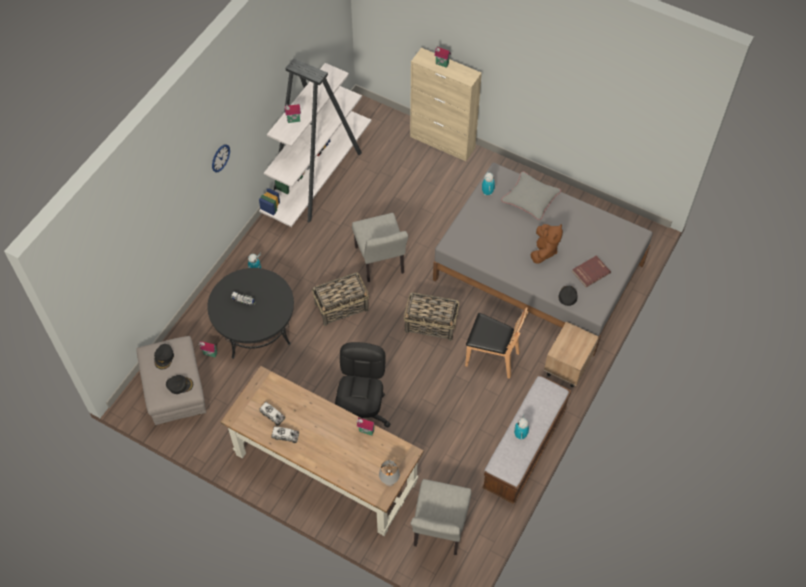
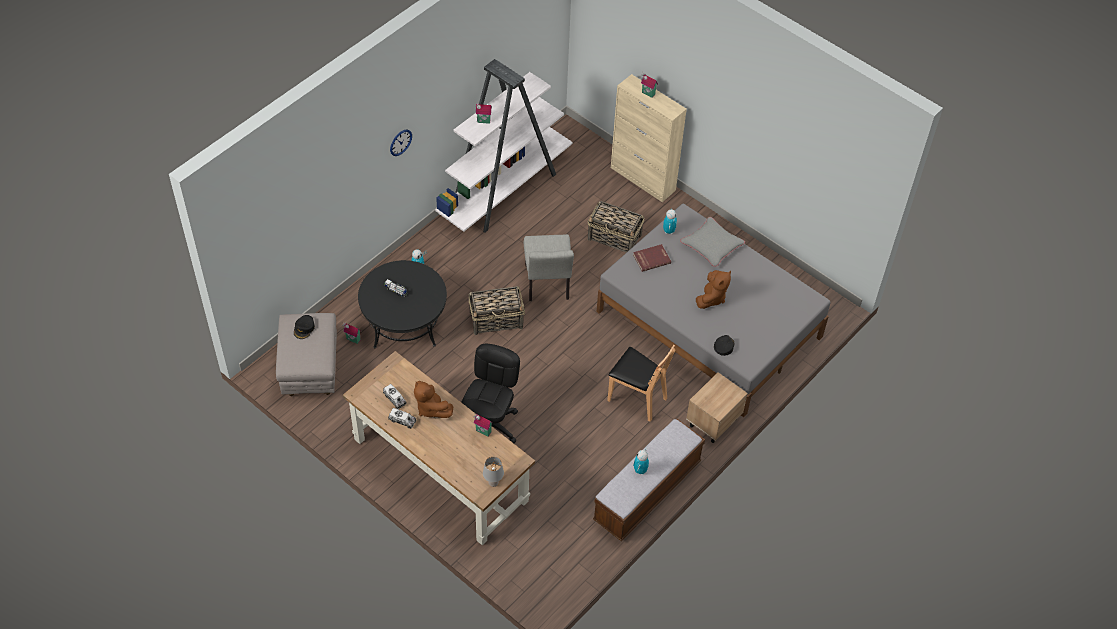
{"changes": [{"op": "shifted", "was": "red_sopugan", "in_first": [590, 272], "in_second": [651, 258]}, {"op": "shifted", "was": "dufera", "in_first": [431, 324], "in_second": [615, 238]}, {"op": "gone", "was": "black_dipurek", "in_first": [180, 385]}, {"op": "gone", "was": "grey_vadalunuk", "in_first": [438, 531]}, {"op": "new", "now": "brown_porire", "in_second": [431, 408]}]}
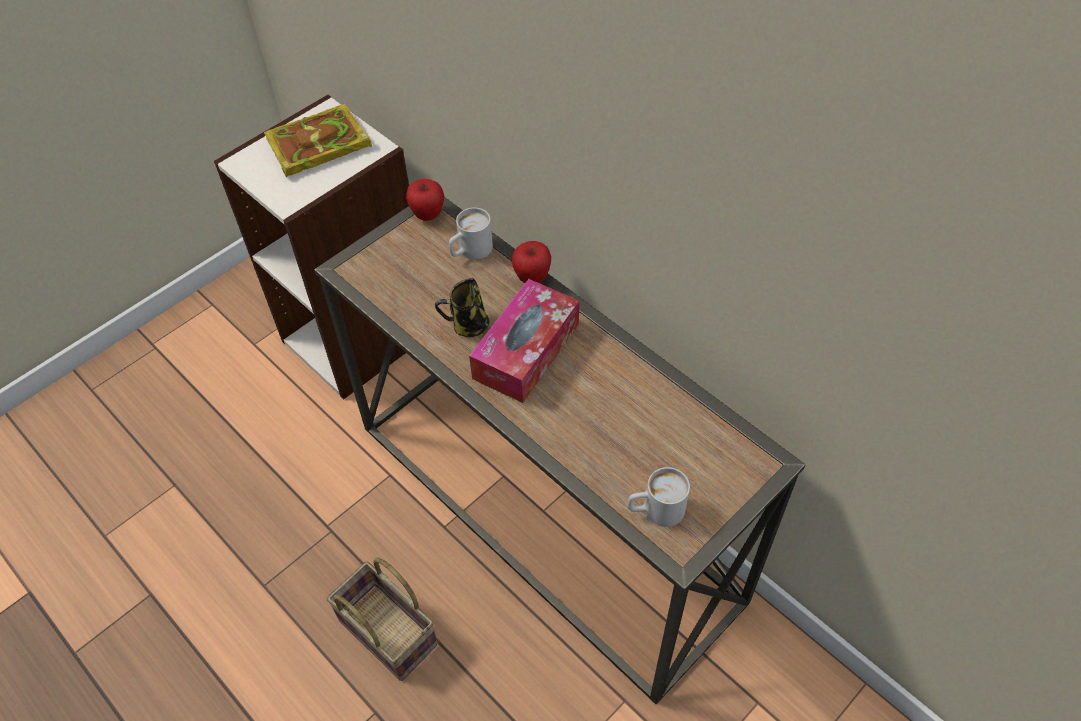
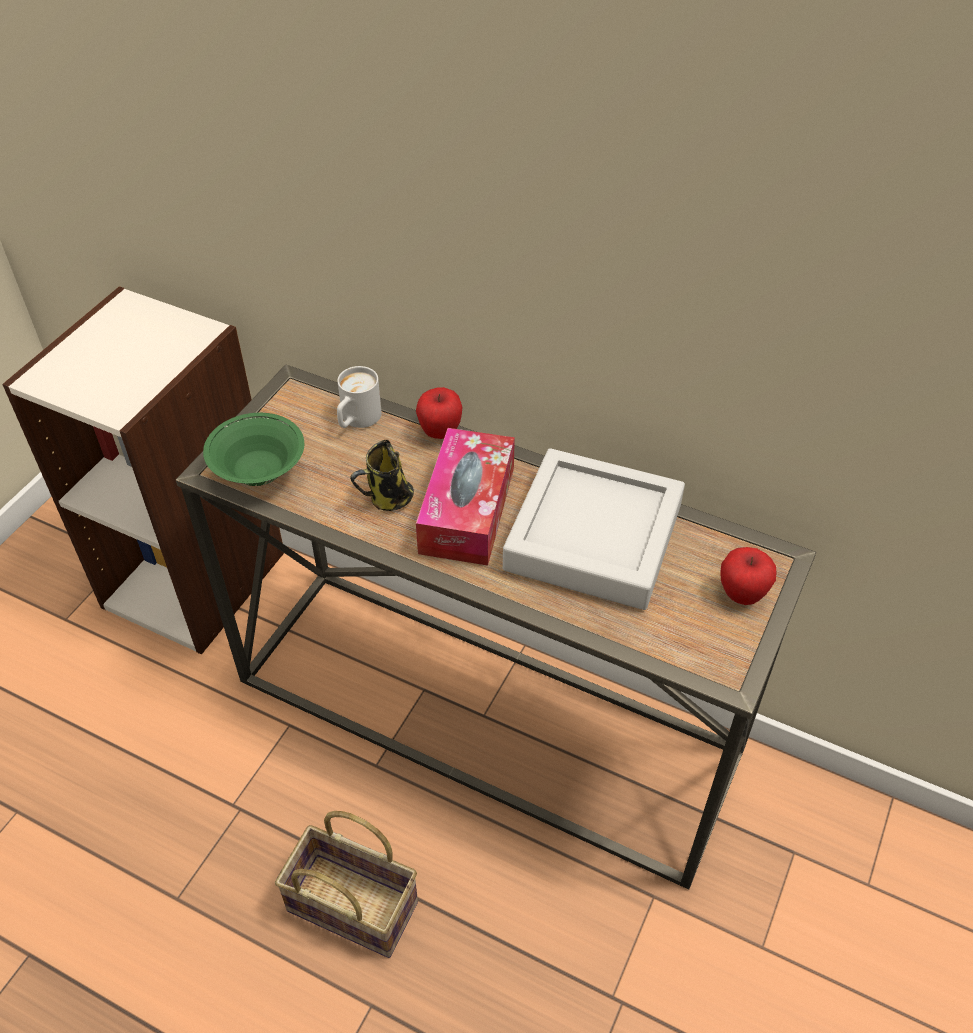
{"changes": [{"op": "gone", "was": "sopugan", "in_first": [316, 146]}, {"op": "shifted", "was": "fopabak", "in_first": [428, 215], "in_second": [742, 594]}, {"op": "gone", "was": "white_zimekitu", "in_first": [655, 510]}, {"op": "new", "now": "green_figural", "in_second": [259, 473]}, {"op": "new", "now": "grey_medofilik", "in_second": [593, 537]}]}
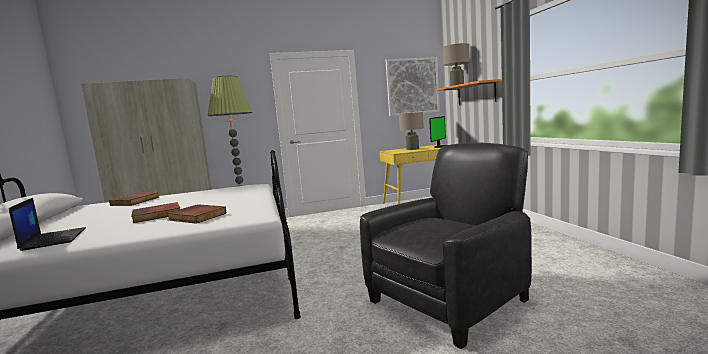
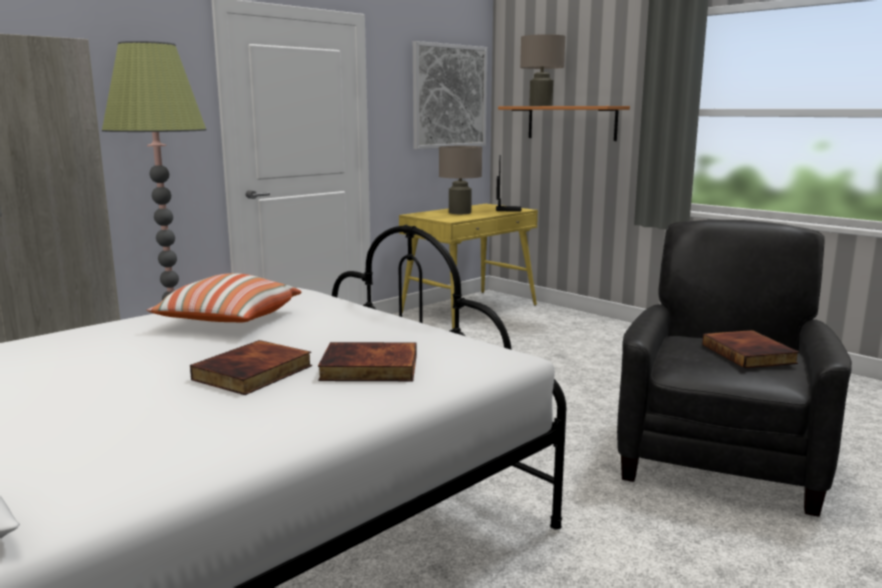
{"changes": [{"op": "shifted", "was": "sopugan", "in_first": [135, 201], "in_second": [750, 354]}, {"op": "gone", "was": "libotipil", "in_first": [54, 239]}, {"op": "new", "now": "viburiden", "in_second": [229, 321]}]}
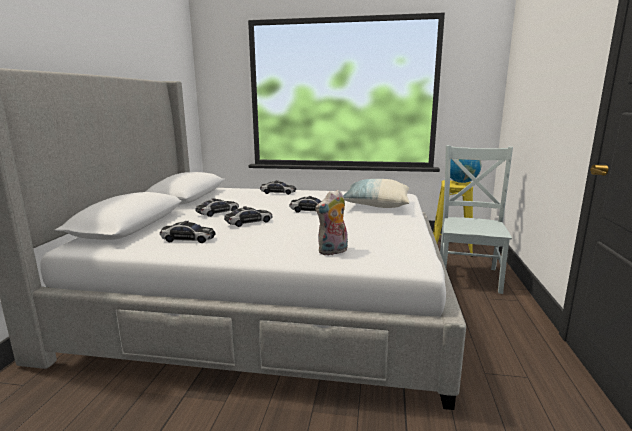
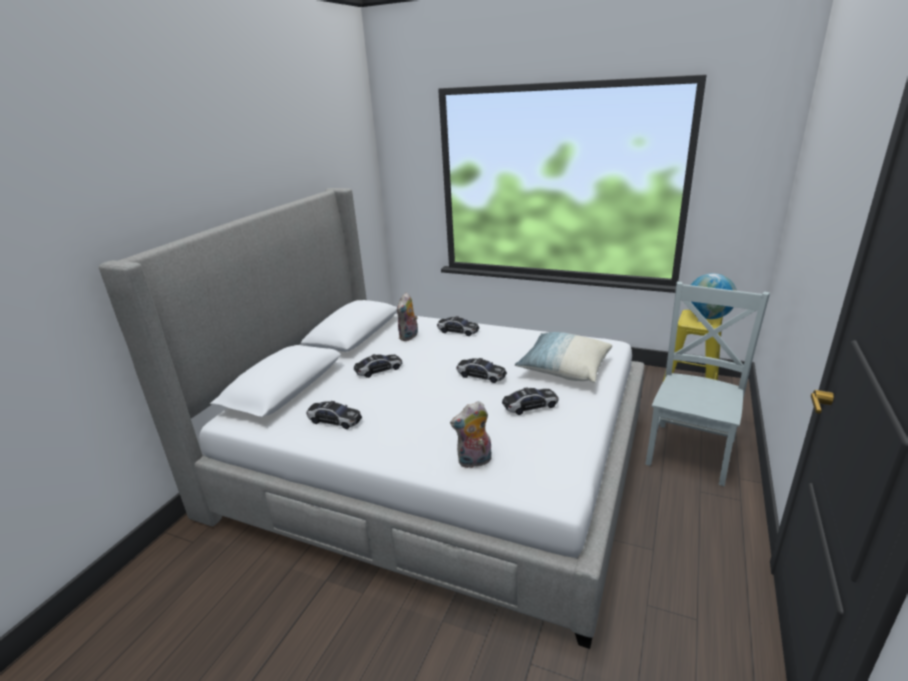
{"changes": [{"op": "shifted", "was": "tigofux", "in_first": [249, 222], "in_second": [530, 406]}, {"op": "new", "now": "porire", "in_second": [409, 337]}]}
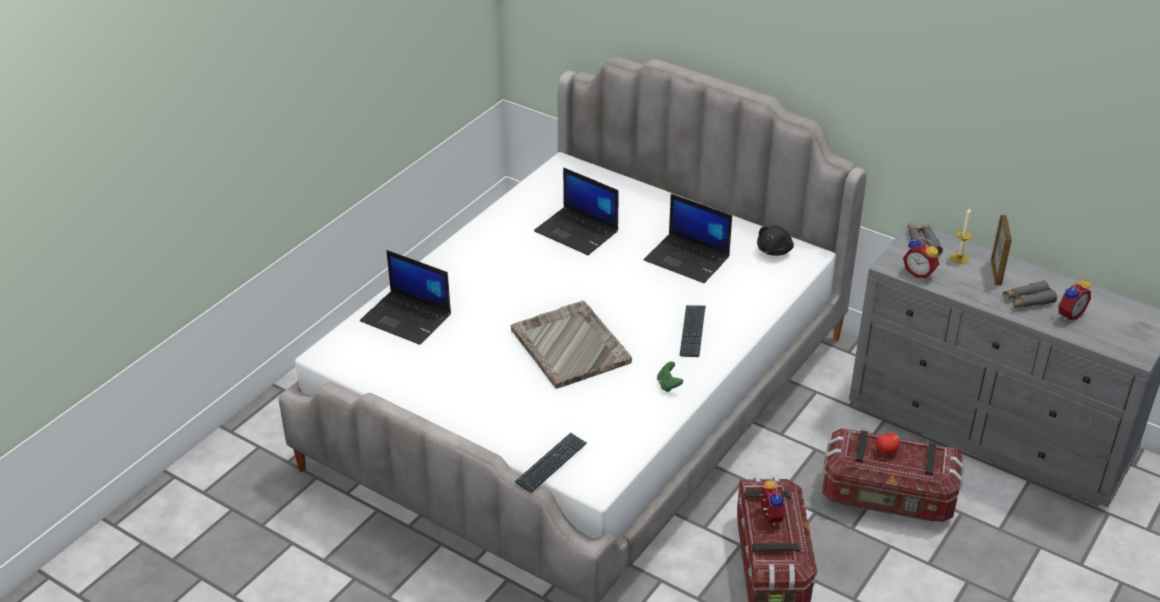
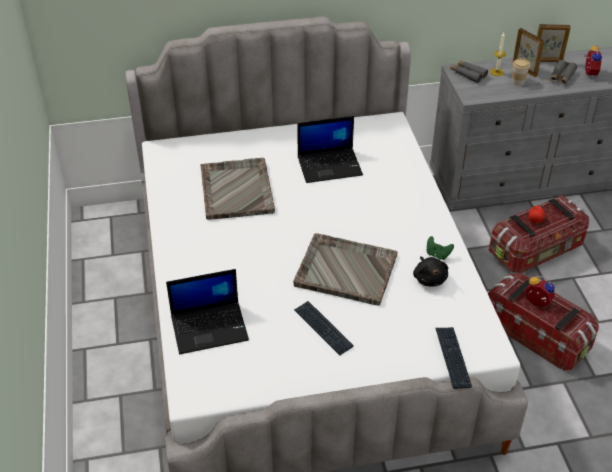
{"changes": [{"op": "swapped", "was": "libotipil", "now": "grey_medofilik", "in_first": [577, 231], "in_second": [236, 189]}, {"op": "shifted", "was": "black_porire", "in_first": [775, 250], "in_second": [429, 278]}, {"op": "gone", "was": "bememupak", "in_first": [920, 273]}, {"op": "shifted", "was": "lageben", "in_first": [692, 331], "in_second": [323, 328]}, {"op": "new", "now": "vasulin", "in_second": [547, 61]}, {"op": "new", "now": "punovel", "in_second": [518, 82]}]}
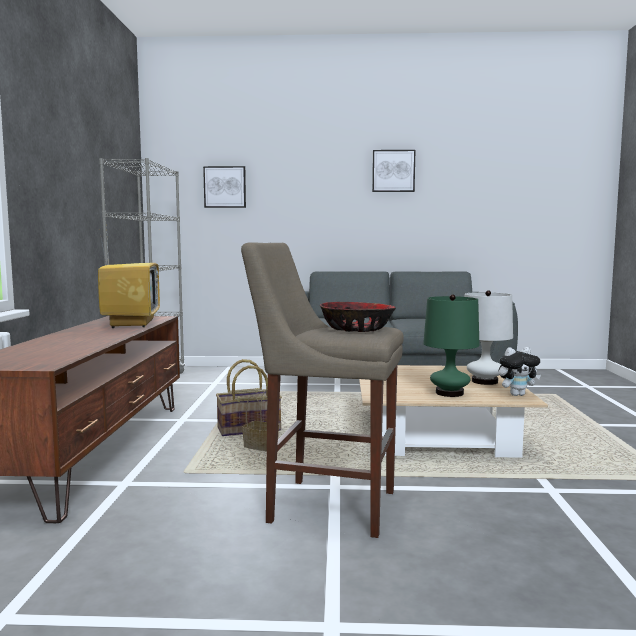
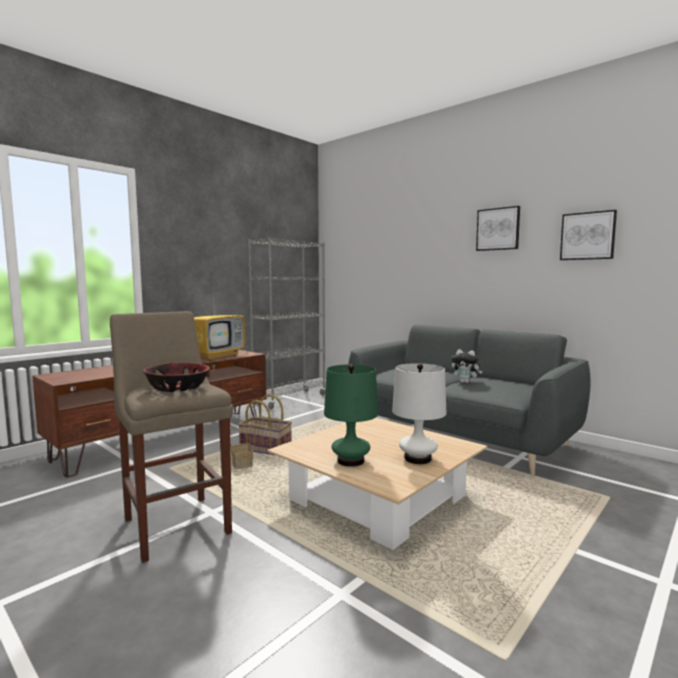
{"changes": [{"op": "shifted", "was": "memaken", "in_first": [225, 187], "in_second": [587, 236]}, {"op": "shifted", "was": "porire", "in_first": [517, 395], "in_second": [465, 382]}]}
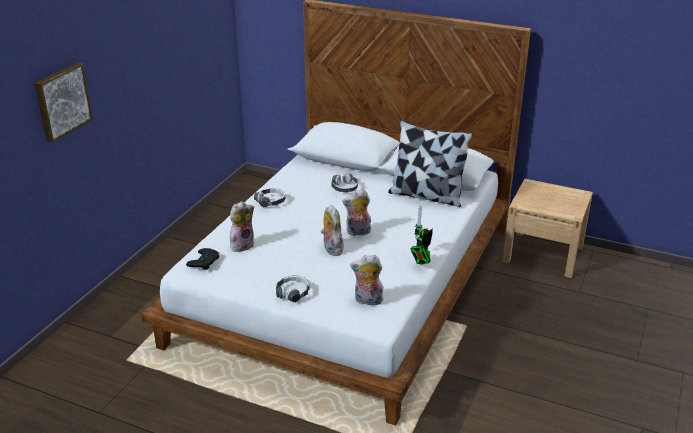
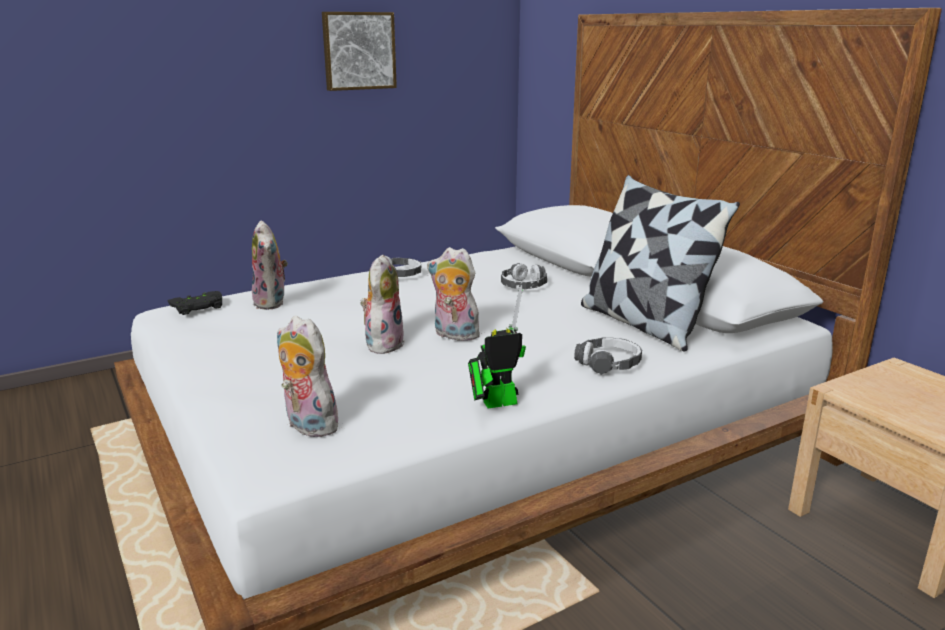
{"changes": [{"op": "shifted", "was": "memaken", "in_first": [62, 101], "in_second": [358, 51]}, {"op": "rotated", "was": "porire", "in_first": [242, 245], "in_second": [272, 303], "clockwise": 75}, {"op": "shifted", "was": "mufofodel", "in_first": [293, 292], "in_second": [608, 363]}]}
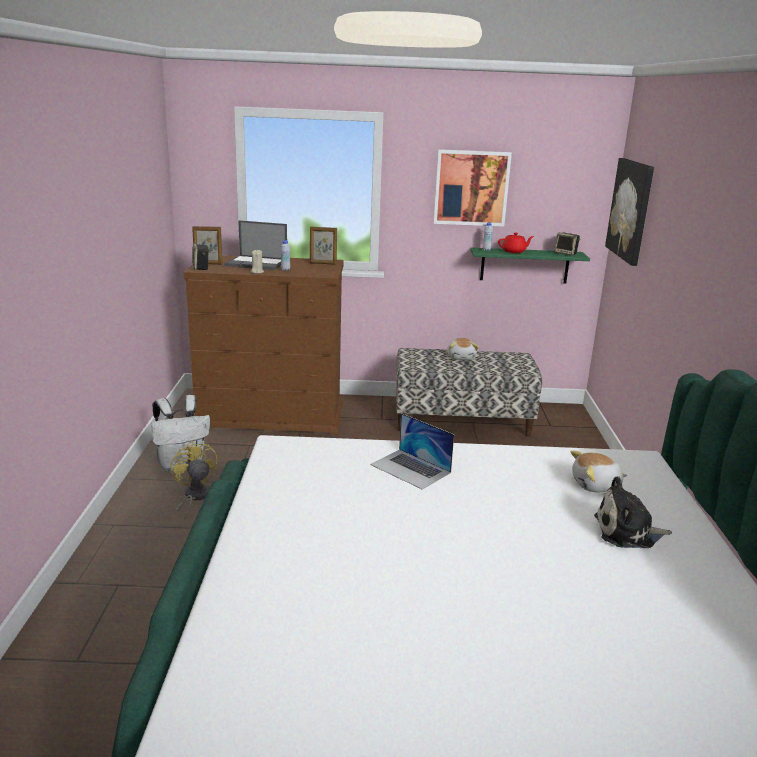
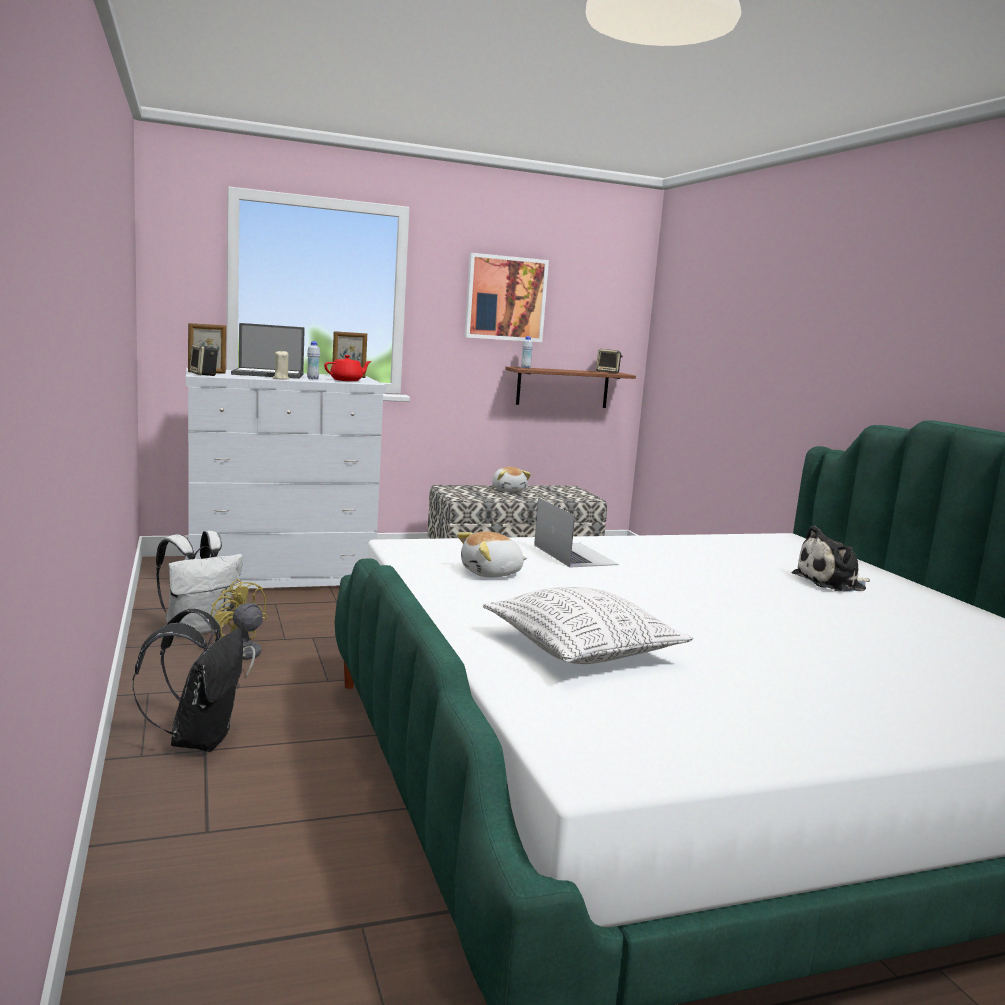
{"changes": [{"op": "gone", "was": "memaken", "in_first": [631, 210]}, {"op": "shifted", "was": "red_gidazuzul", "in_first": [514, 251], "in_second": [347, 380]}, {"op": "repainted", "was": "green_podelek", "now": "brown_podelek", "in_first": [524, 265], "in_second": [562, 388]}, {"op": "repainted", "was": "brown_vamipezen", "now": "white_vamipezen", "in_first": [271, 415], "in_second": [281, 575]}, {"op": "rotated", "was": "libotipil", "in_first": [410, 468], "in_second": [574, 554], "clockwise": -135}, {"op": "shifted", "was": "porire", "in_first": [596, 485], "in_second": [492, 573]}, {"op": "new", "now": "viburiden", "in_second": [583, 649]}, {"op": "new", "now": "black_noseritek", "in_second": [198, 739]}]}
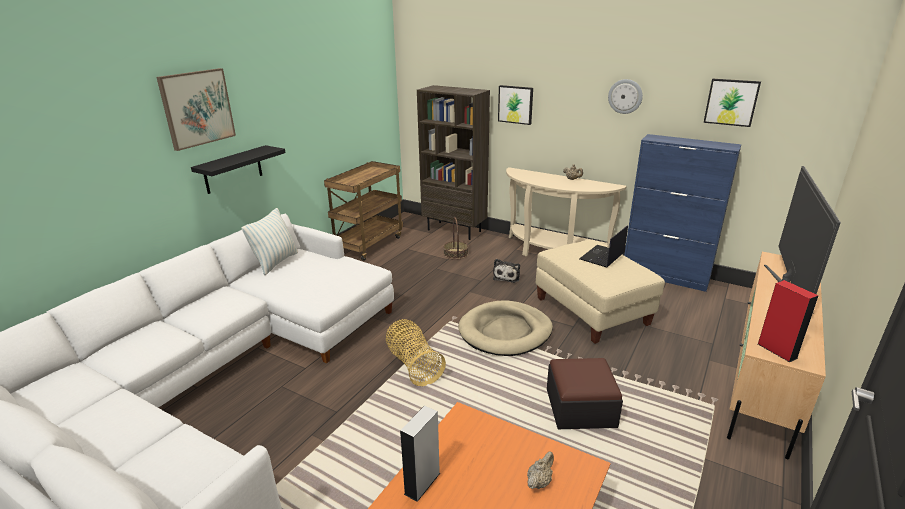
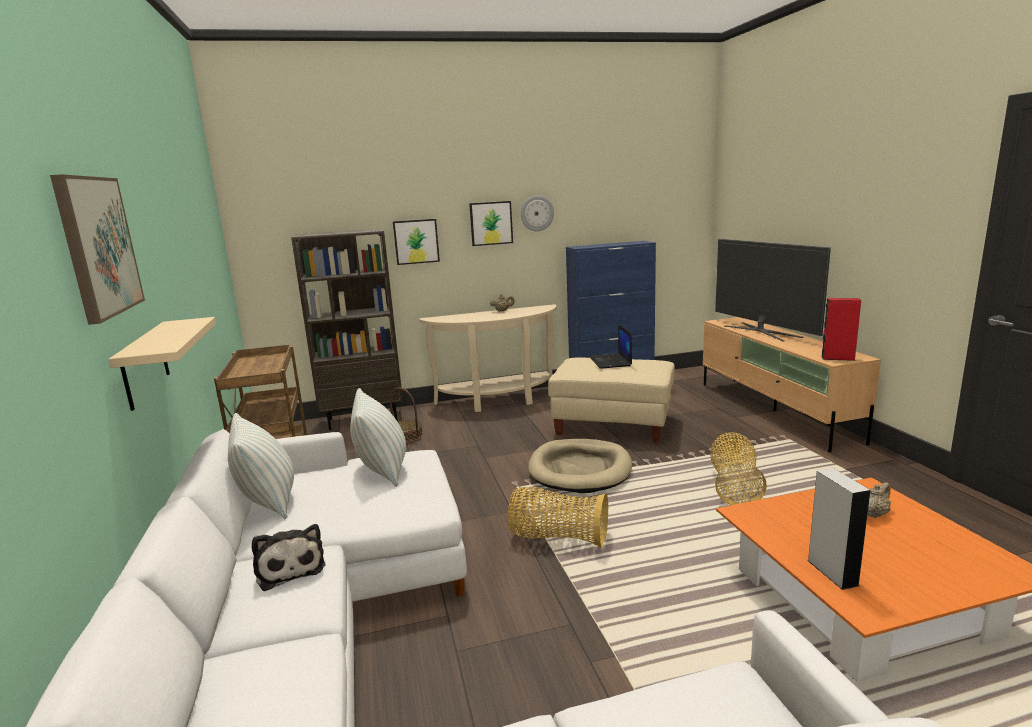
{"changes": [{"op": "shifted", "was": "memaken", "in_first": [731, 102], "in_second": [491, 223]}, {"op": "repainted", "was": "black_podelek", "now": "beige_podelek", "in_first": [233, 169], "in_second": [145, 364]}, {"op": "shifted", "was": "porire", "in_first": [507, 276], "in_second": [290, 567]}, {"op": "swapped", "was": "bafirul", "now": "dufera", "in_first": [580, 408], "in_second": [734, 486]}, {"op": "rotated", "was": "beige_gidazuzul", "in_first": [539, 482], "in_second": [874, 514], "clockwise": 60}, {"op": "new", "now": "viburiden", "in_second": [382, 470]}]}
